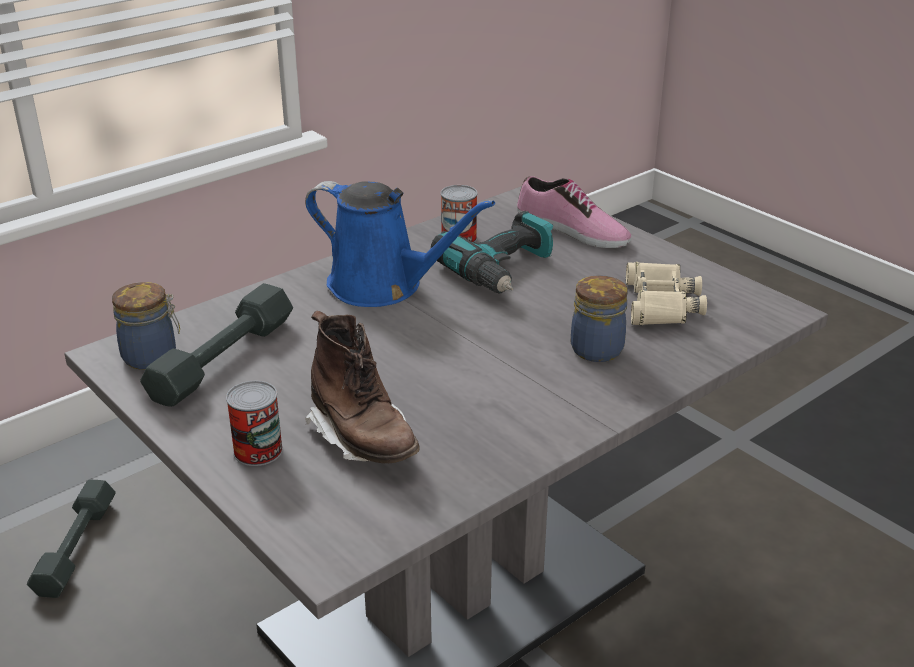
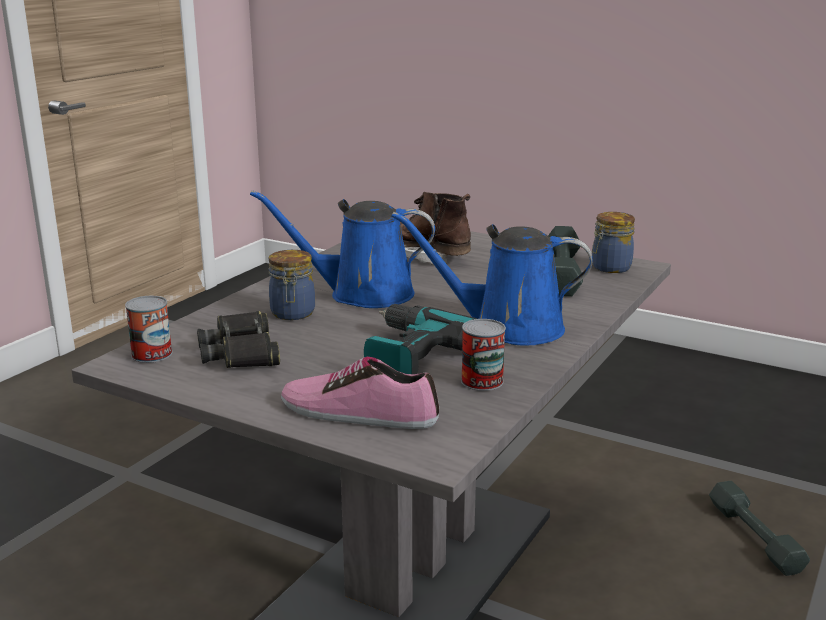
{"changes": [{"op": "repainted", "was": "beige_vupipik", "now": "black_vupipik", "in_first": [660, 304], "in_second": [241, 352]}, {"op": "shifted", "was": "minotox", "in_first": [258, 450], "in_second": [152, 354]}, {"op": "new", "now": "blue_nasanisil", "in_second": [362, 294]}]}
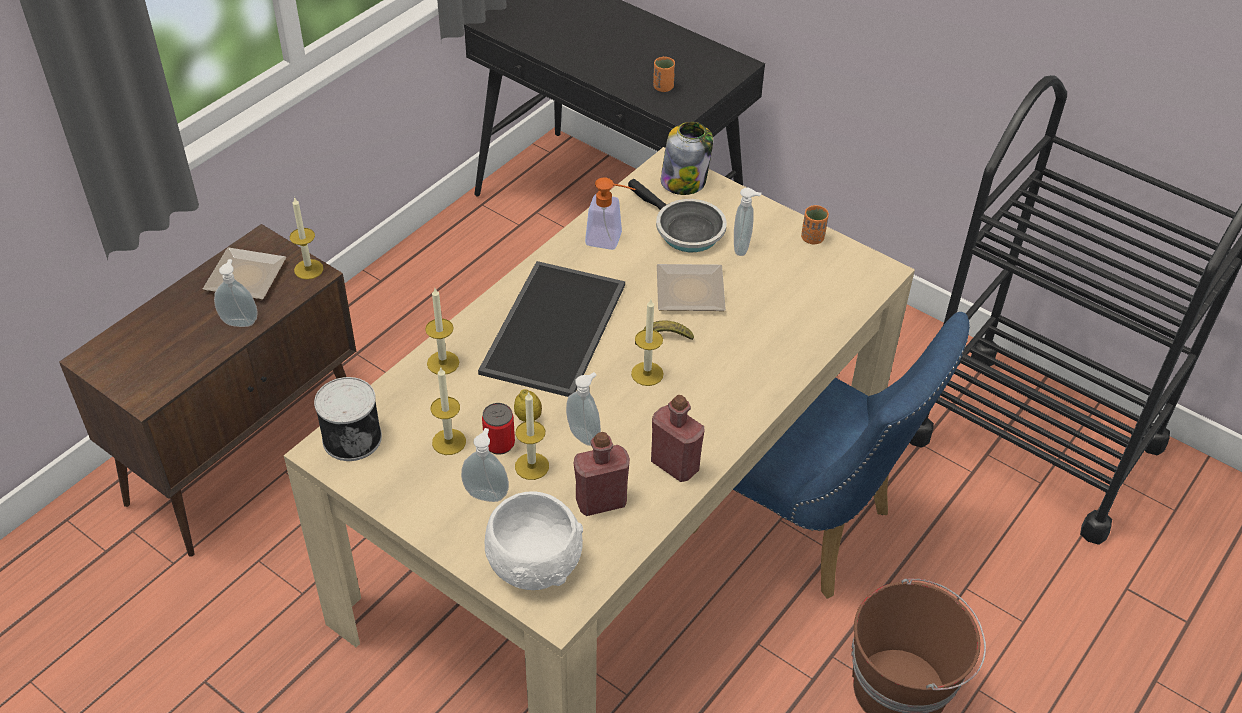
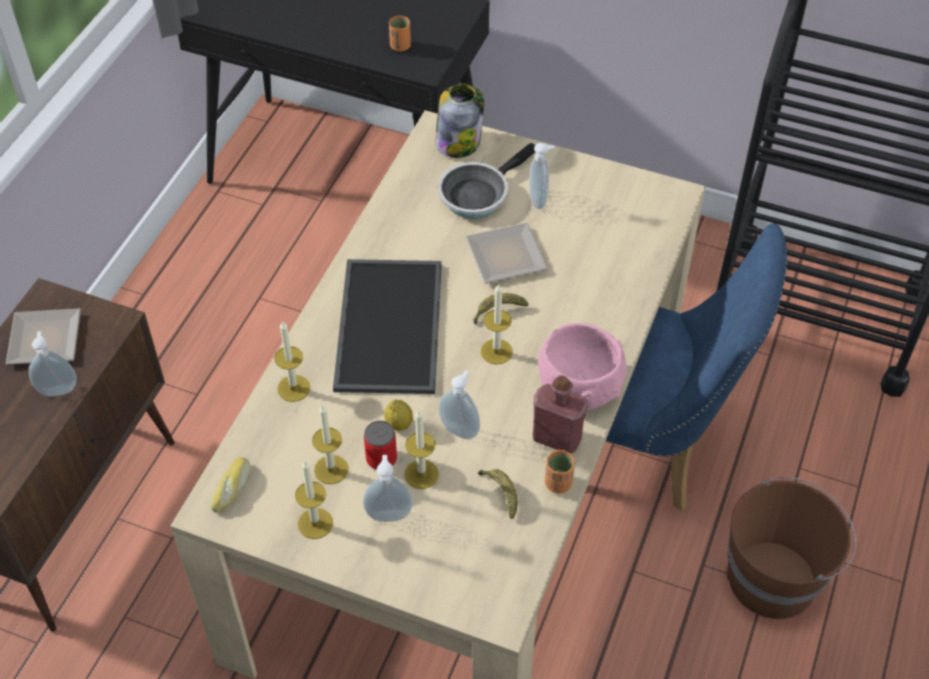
{"changes": [{"op": "gone", "was": "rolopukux", "in_first": [610, 240]}, {"op": "rotated", "was": "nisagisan", "in_first": [684, 230], "in_second": [477, 194], "clockwise": 105}, {"op": "shifted", "was": "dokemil", "in_first": [308, 269], "in_second": [315, 523]}, {"op": "shifted", "was": "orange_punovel", "in_first": [812, 238], "in_second": [558, 483]}, {"op": "swapped", "was": "minotox", "now": "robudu", "in_first": [352, 437], "in_second": [232, 488]}, {"op": "swapped", "was": "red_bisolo", "now": "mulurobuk", "in_first": [601, 502], "in_second": [501, 493]}, {"op": "gone", "was": "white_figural", "in_first": [534, 562]}, {"op": "new", "now": "pink_figural", "in_second": [579, 386]}]}
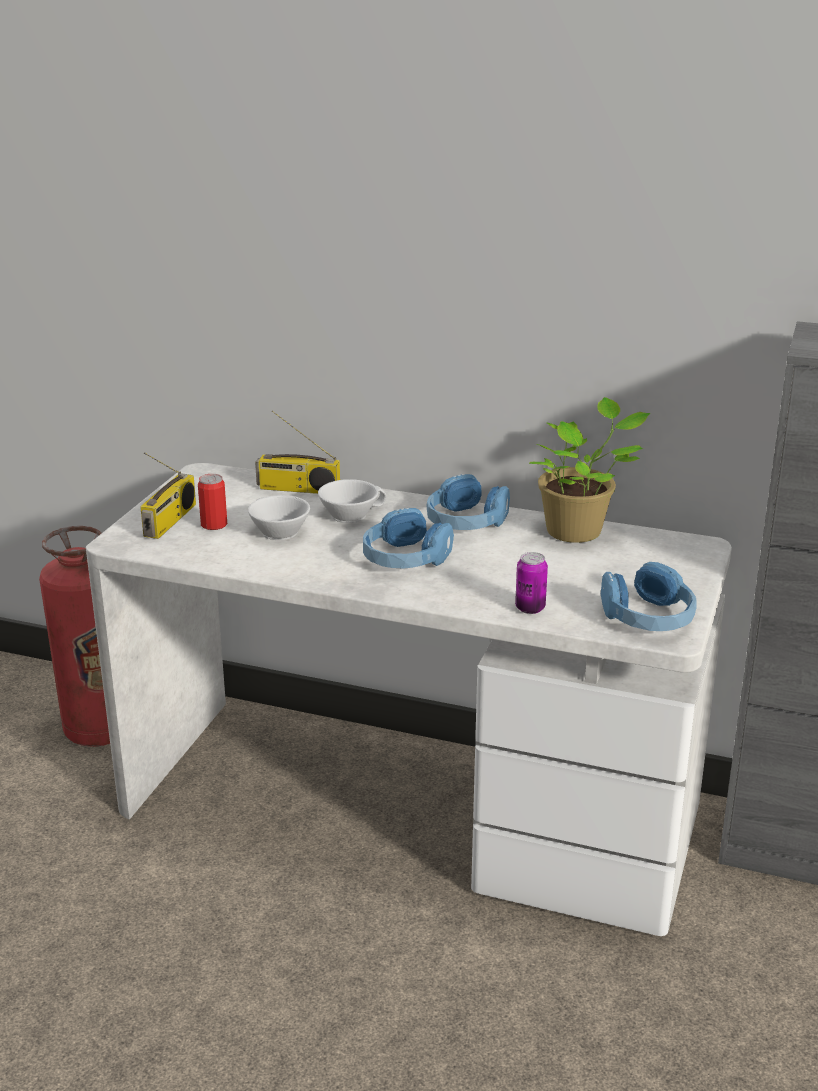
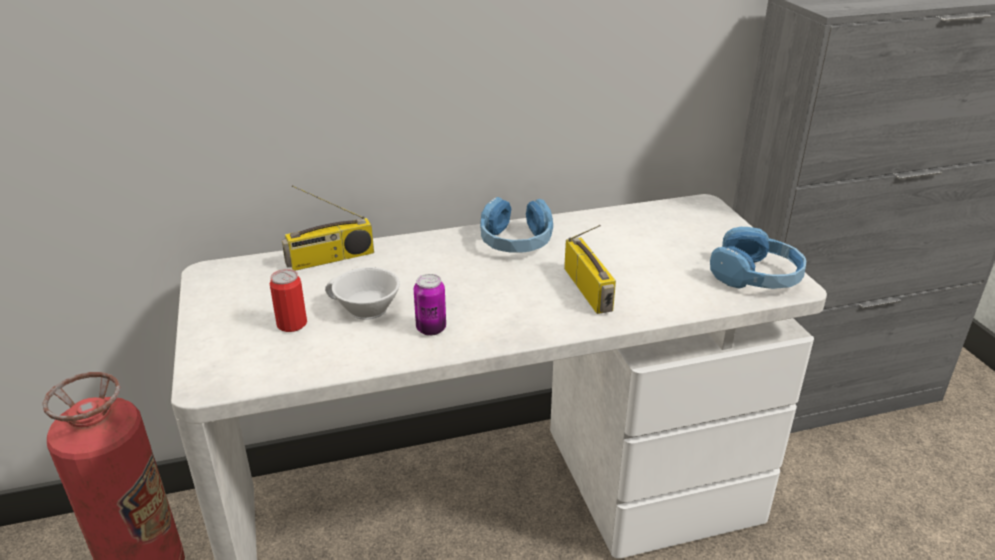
{"changes": [{"op": "gone", "was": "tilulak", "in_first": [578, 531]}, {"op": "shifted", "was": "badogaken", "in_first": [170, 521], "in_second": [589, 290]}, {"op": "gone", "was": "white_punovel", "in_first": [349, 514]}, {"op": "gone", "was": "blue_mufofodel", "in_first": [405, 558]}, {"op": "shifted", "was": "minotox", "in_first": [530, 608], "in_second": [431, 329]}]}
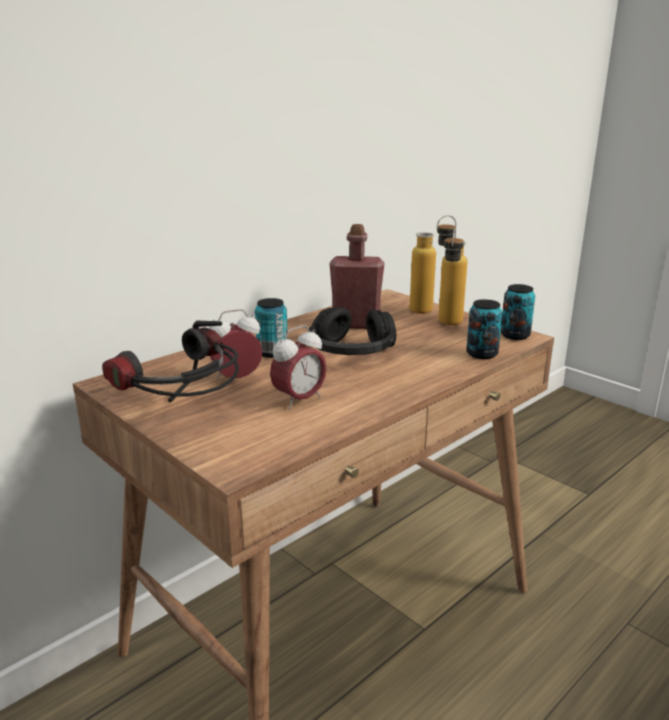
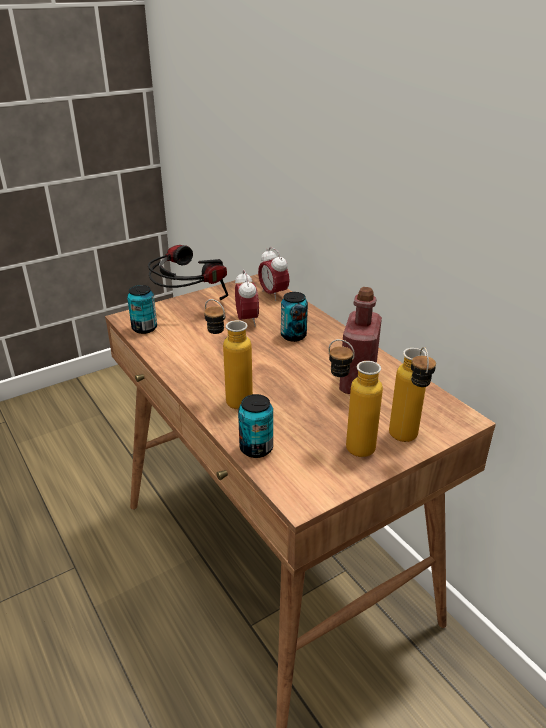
{"changes": [{"op": "shifted", "was": "minotox", "in_first": [515, 335], "in_second": [144, 328]}, {"op": "gone", "was": "black_mufofodel", "in_first": [351, 352]}, {"op": "shifted", "was": "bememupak", "in_first": [299, 400], "in_second": [273, 294]}, {"op": "new", "now": "bisolo", "in_second": [230, 399]}]}
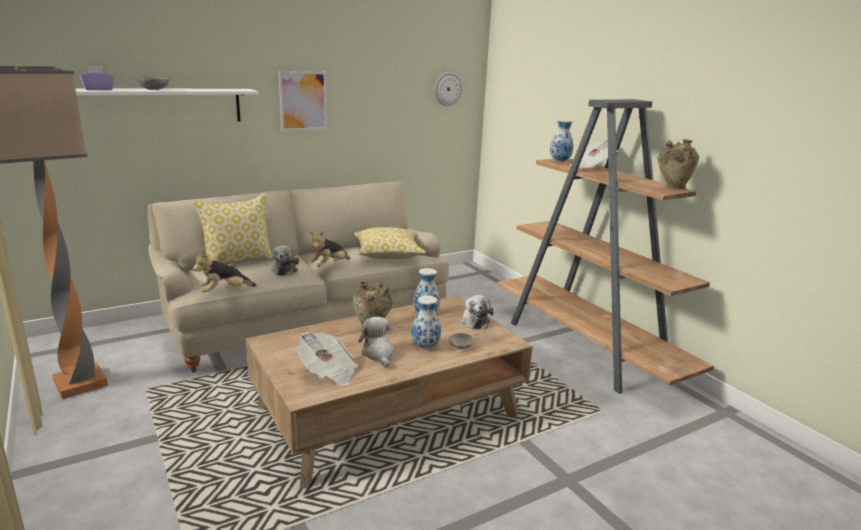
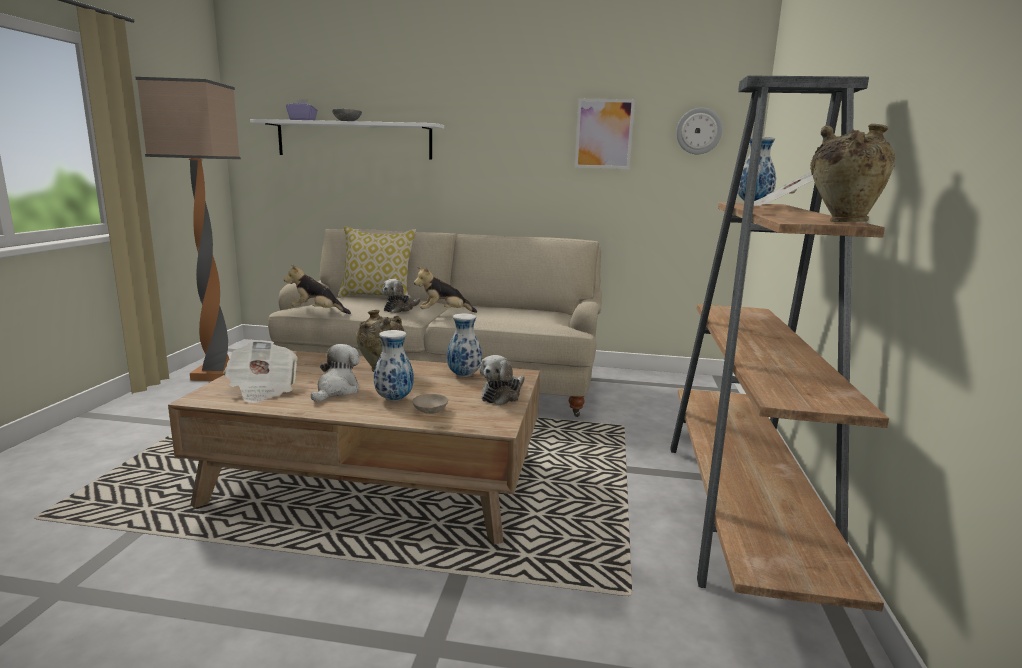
{"changes": [{"op": "shifted", "was": "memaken", "in_first": [303, 101], "in_second": [604, 134]}, {"op": "gone", "was": "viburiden", "in_first": [388, 254]}]}
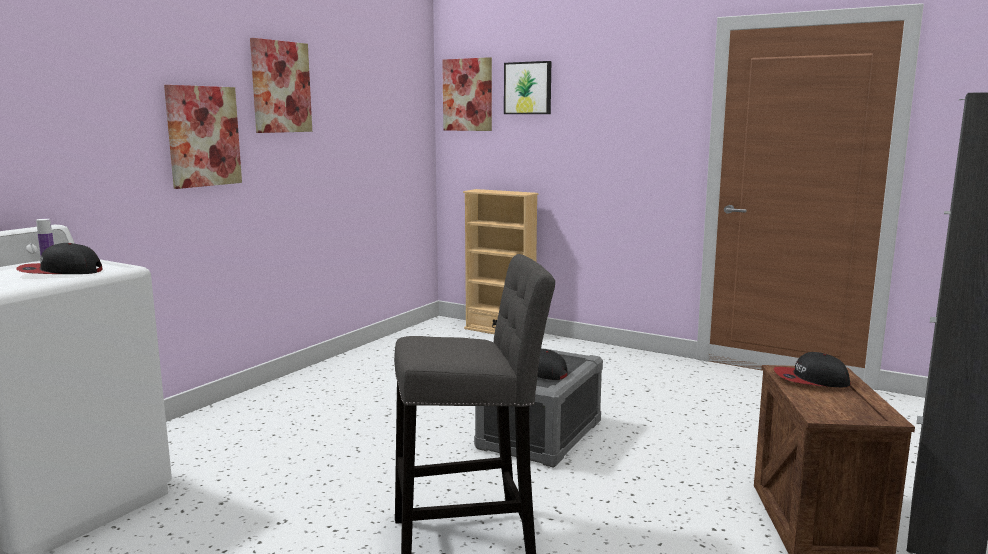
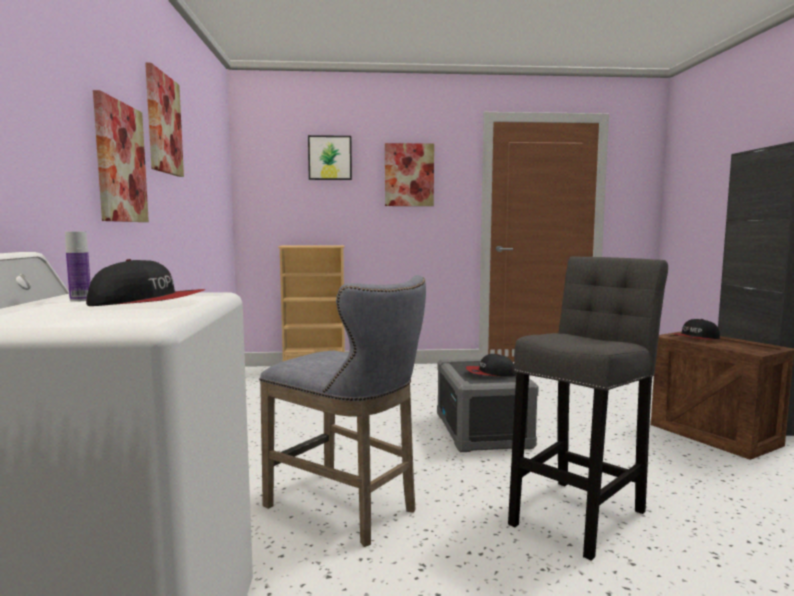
{"changes": [{"op": "shifted", "was": "memaken", "in_first": [467, 95], "in_second": [409, 175]}, {"op": "rotated", "was": "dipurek", "in_first": [60, 272], "in_second": [148, 302], "clockwise": -135}, {"op": "new", "now": "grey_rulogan", "in_second": [348, 509]}]}
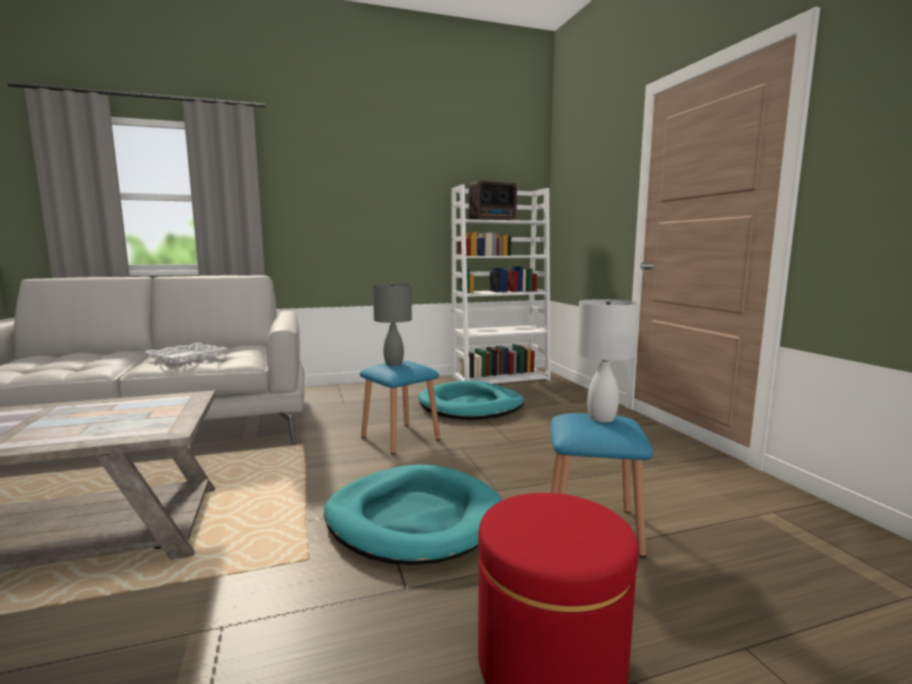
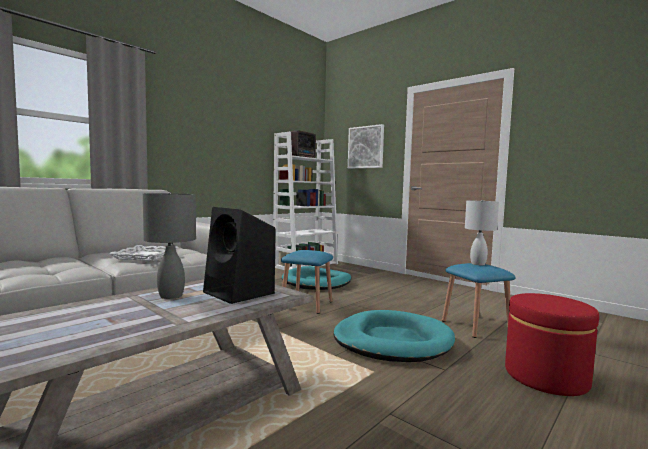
{"changes": [{"op": "shifted", "was": "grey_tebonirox", "in_first": [393, 364], "in_second": [171, 296]}, {"op": "new", "now": "memaken", "in_second": [366, 147]}, {"op": "new", "now": "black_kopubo", "in_second": [240, 293]}]}
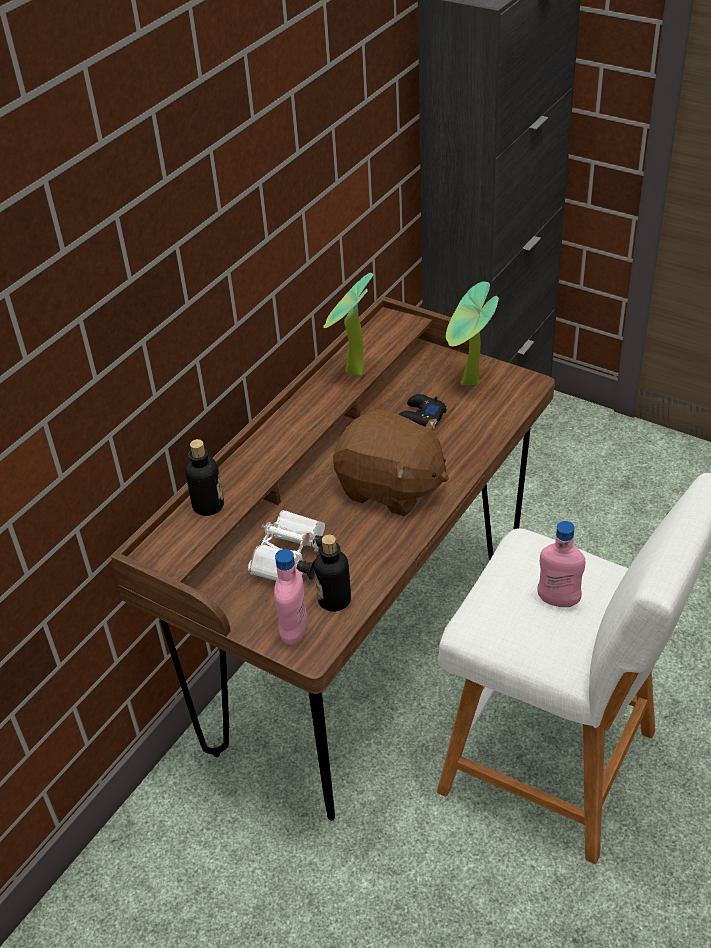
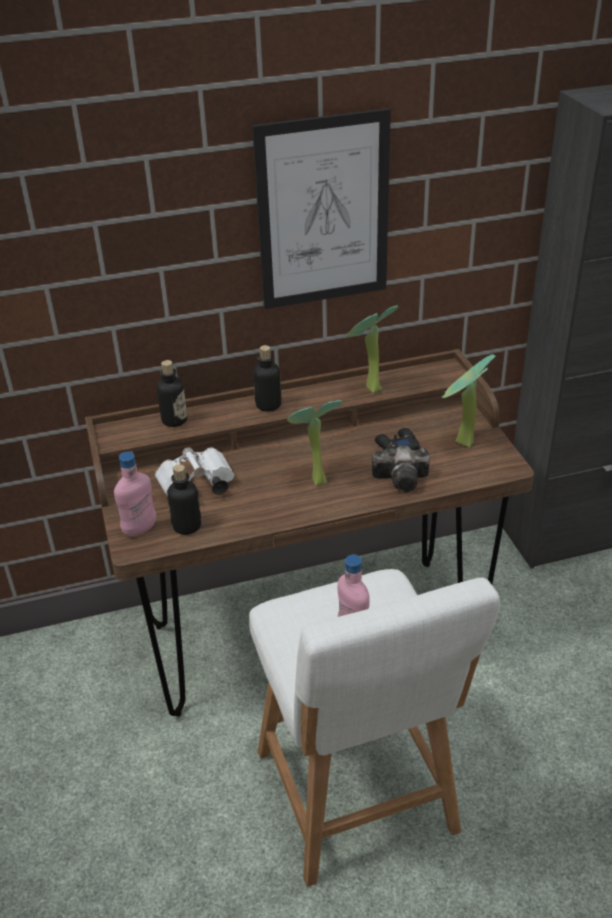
{"changes": [{"op": "swapped", "was": "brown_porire", "now": "tilulak", "in_first": [390, 488], "in_second": [315, 480]}, {"op": "new", "now": "memaken", "in_second": [323, 212]}, {"op": "new", "now": "bisolo", "in_second": [268, 405]}, {"op": "new", "now": "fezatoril", "in_second": [404, 479]}]}
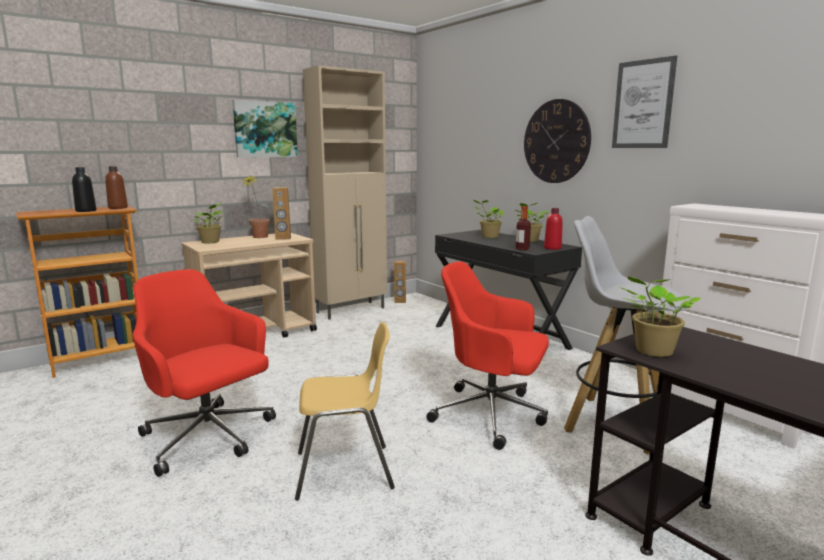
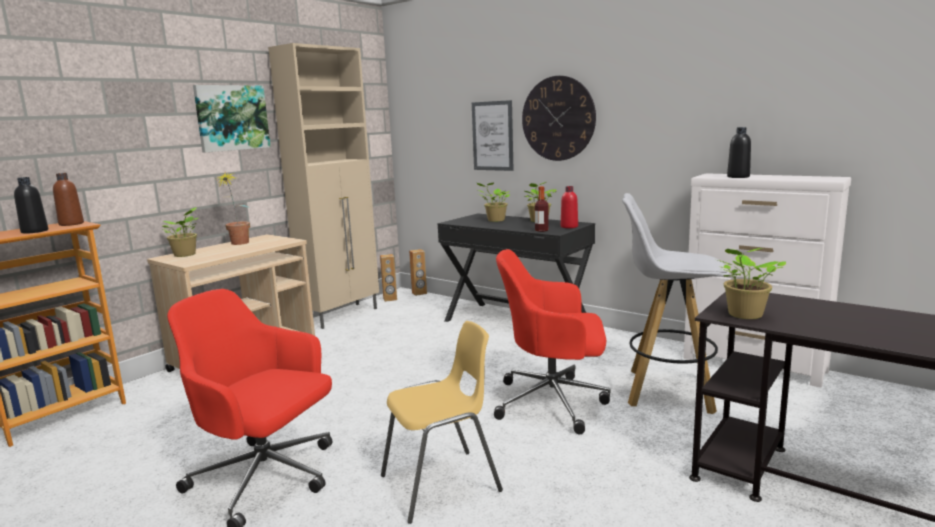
{"changes": [{"op": "shifted", "was": "memaken", "in_first": [643, 104], "in_second": [492, 136]}, {"op": "shifted", "was": "brown_kopubo", "in_first": [283, 238], "in_second": [419, 293]}, {"op": "new", "now": "black_bisolo", "in_second": [738, 177]}]}
